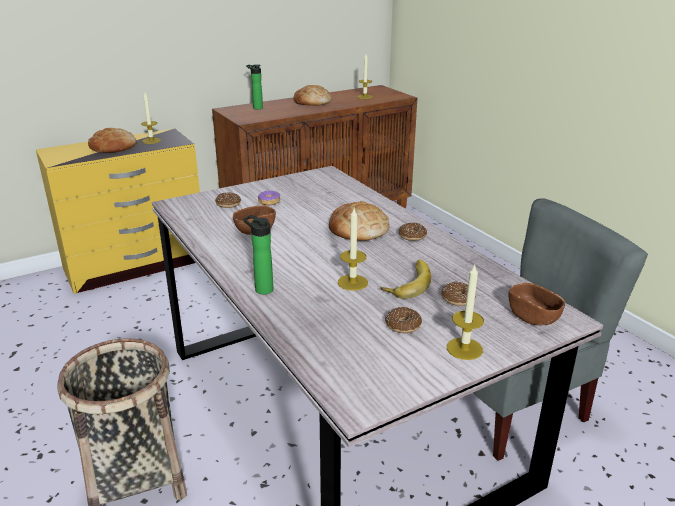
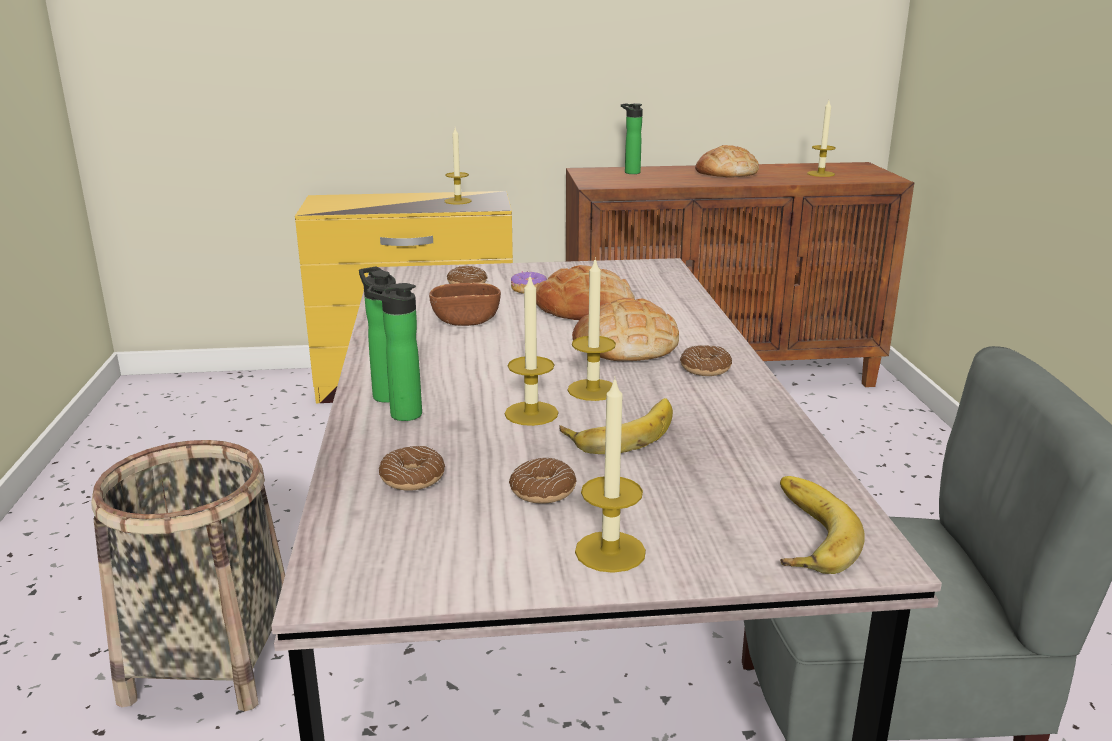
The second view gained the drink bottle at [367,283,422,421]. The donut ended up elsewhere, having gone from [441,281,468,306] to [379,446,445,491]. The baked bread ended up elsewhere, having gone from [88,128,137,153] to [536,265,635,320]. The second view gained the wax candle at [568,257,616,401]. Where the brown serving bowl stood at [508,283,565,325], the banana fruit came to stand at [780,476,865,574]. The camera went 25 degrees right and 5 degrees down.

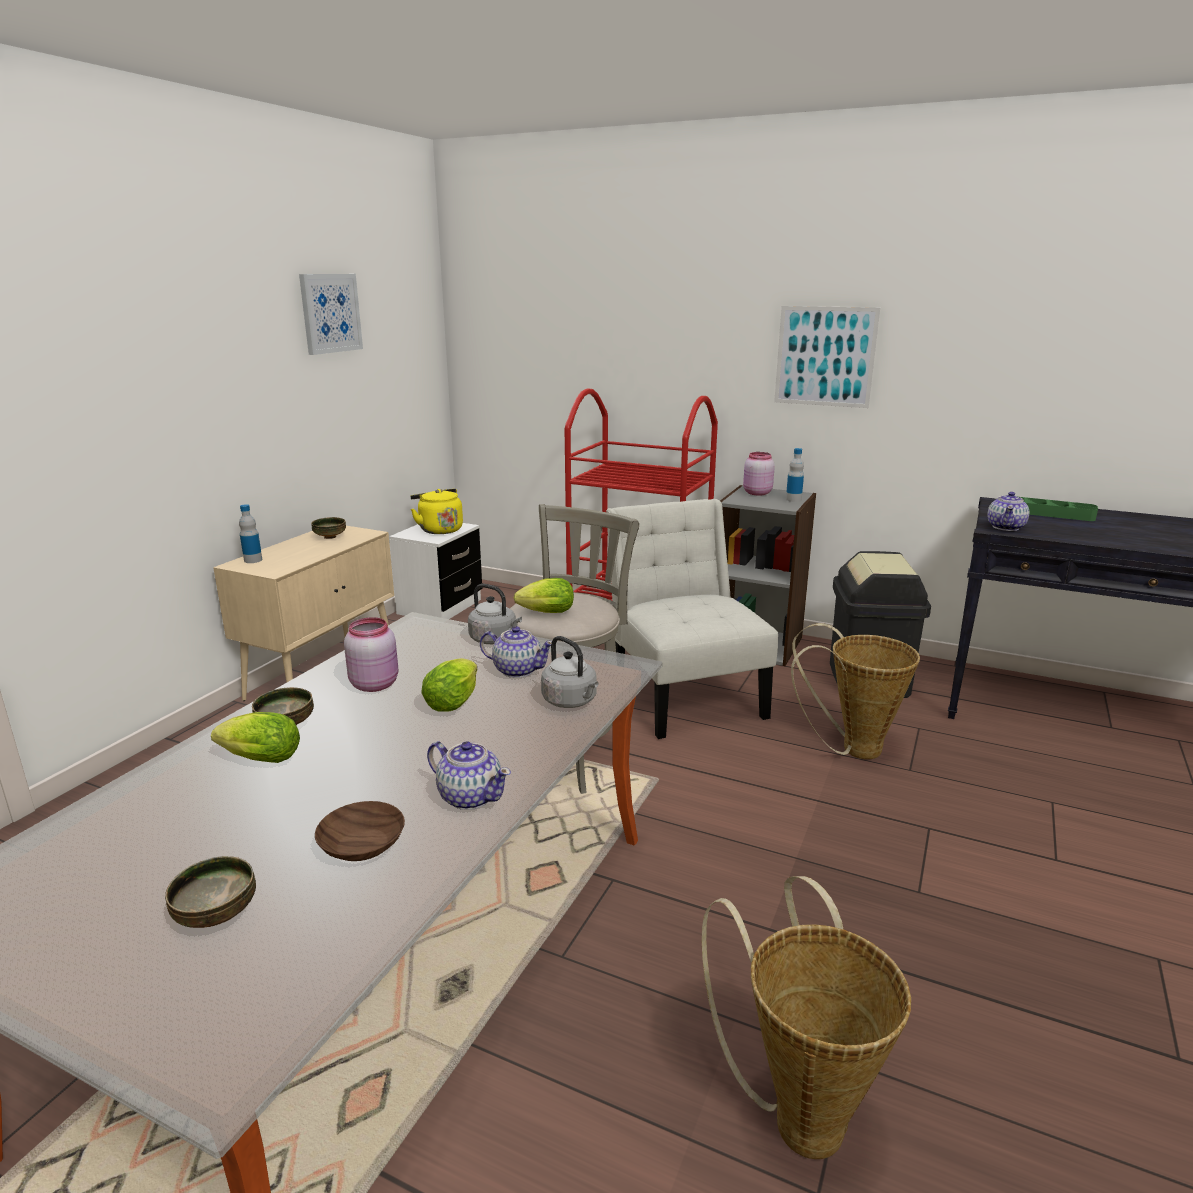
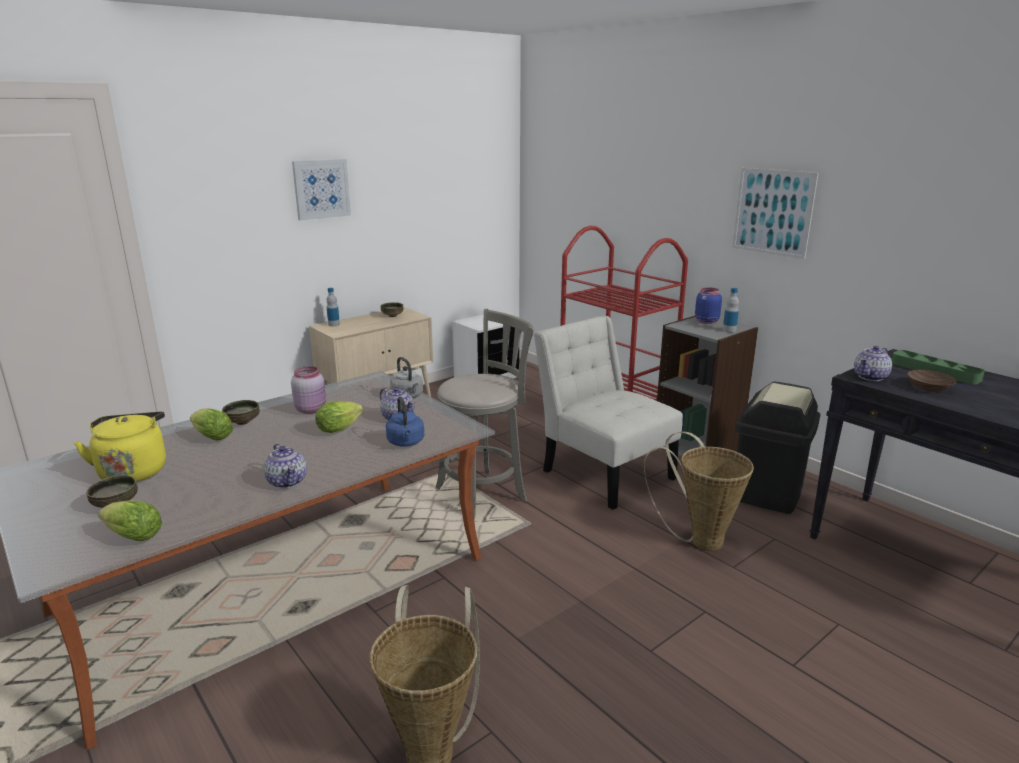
The yellow water kettle ended up elsewhere, having gone from [411,489,463,534] to [74,411,166,482]. The lettuce head ended up elsewhere, having gone from [514,578,574,613] to [98,500,162,541]. The picture ended up elsewhere, having gone from [299,274,363,355] to [292,159,351,220]. What was the gray water kettle at [541,636,599,708] turned into the bluish water kettle at [386,397,424,447]. The whitish chair at [606,499,778,739] ended up facing another way, 45 degrees counterclockwise from before. What was the pink-coloured jar at [743,452,775,496] turned into the bluish jar at [695,287,722,324]. The brown serving bowl ended up elsewhere, having gone from [315,801,405,861] to [907,370,956,392]. The camera went 25 degrees right and 0 degrees up.

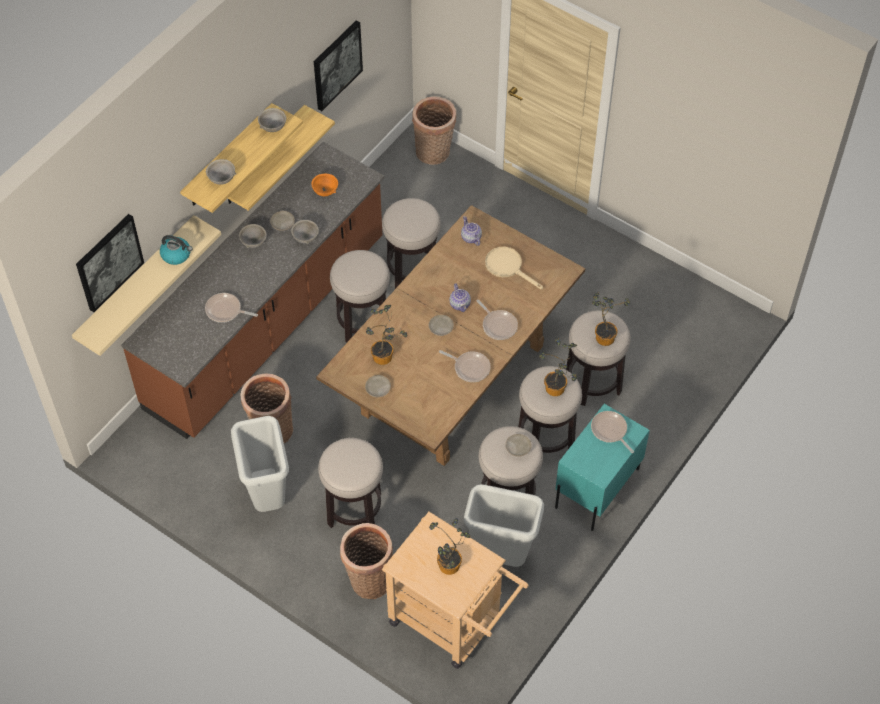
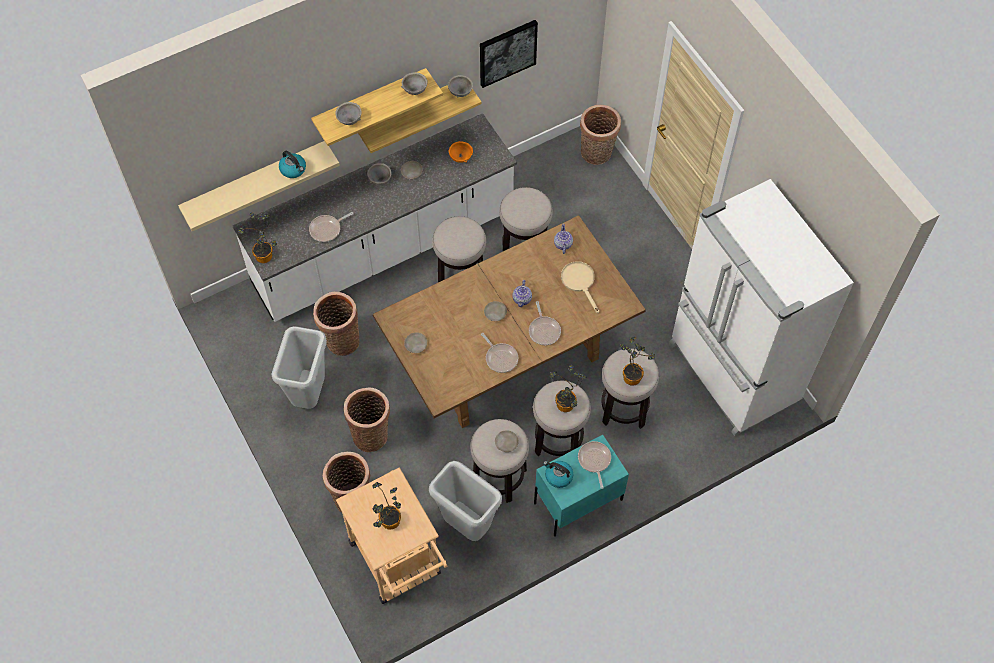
What was the brown kitchen base unit at [121,142,384,439] turned into the whitish kitchen base unit at [232,113,517,322]. The plant in a pot ended up elsewhere, having gone from [366,305,407,365] to [238,212,277,263]. The skillet at [205,293,258,323] ended up facing another way, 75 degrees counterclockwise from before. Where the stool seat stood at [318,438,383,528], the storage basket came to stand at [344,387,390,452]. The gray serving bowl ended up elsewhere, having gone from [291,220,319,244] to [448,75,473,97]. The second view gained the water kettle at [543,461,573,488]. The second view gained the whitish fridge at [669,179,854,436]. The second view lost the picture at [76,214,144,312]. The camera went 25 degrees right and 5 degrees up.

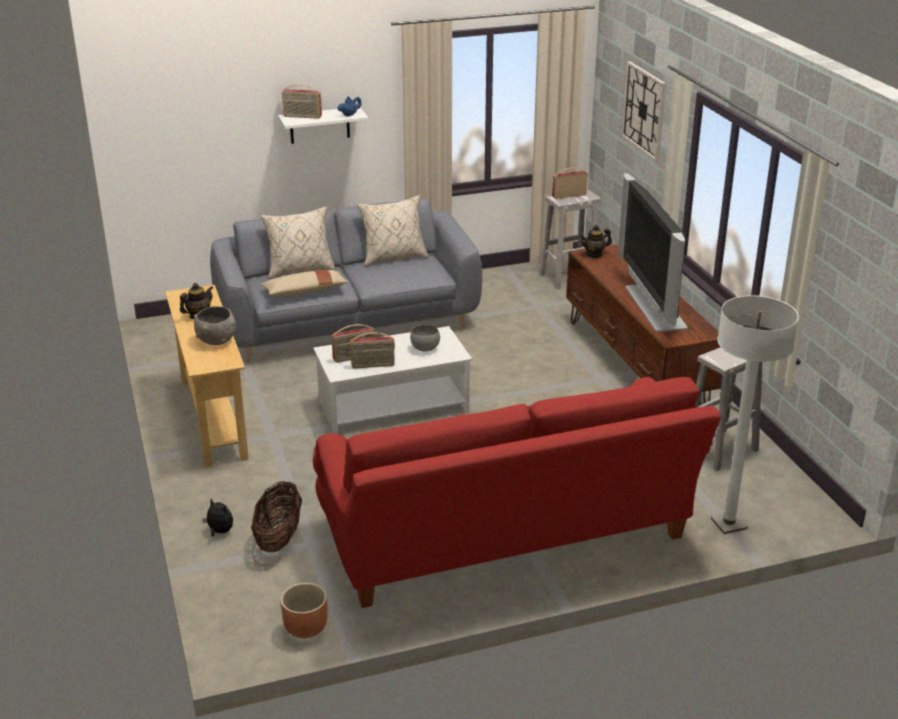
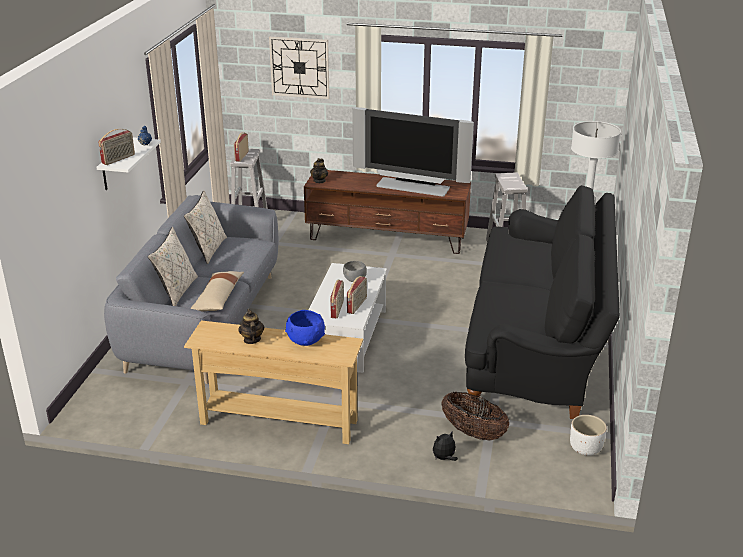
What was the gray serving bowl at [194,306,236,345] turned into the bluish serving bowl at [285,310,325,346]. What was the red-coloured settee at [313,377,721,608] turned into the black-coloured settee at [465,185,620,419]. What was the brown planter at [280,583,328,638] turned into the whitish planter at [570,415,607,456]. The camera went 60 degrees left and 0 degrees up.

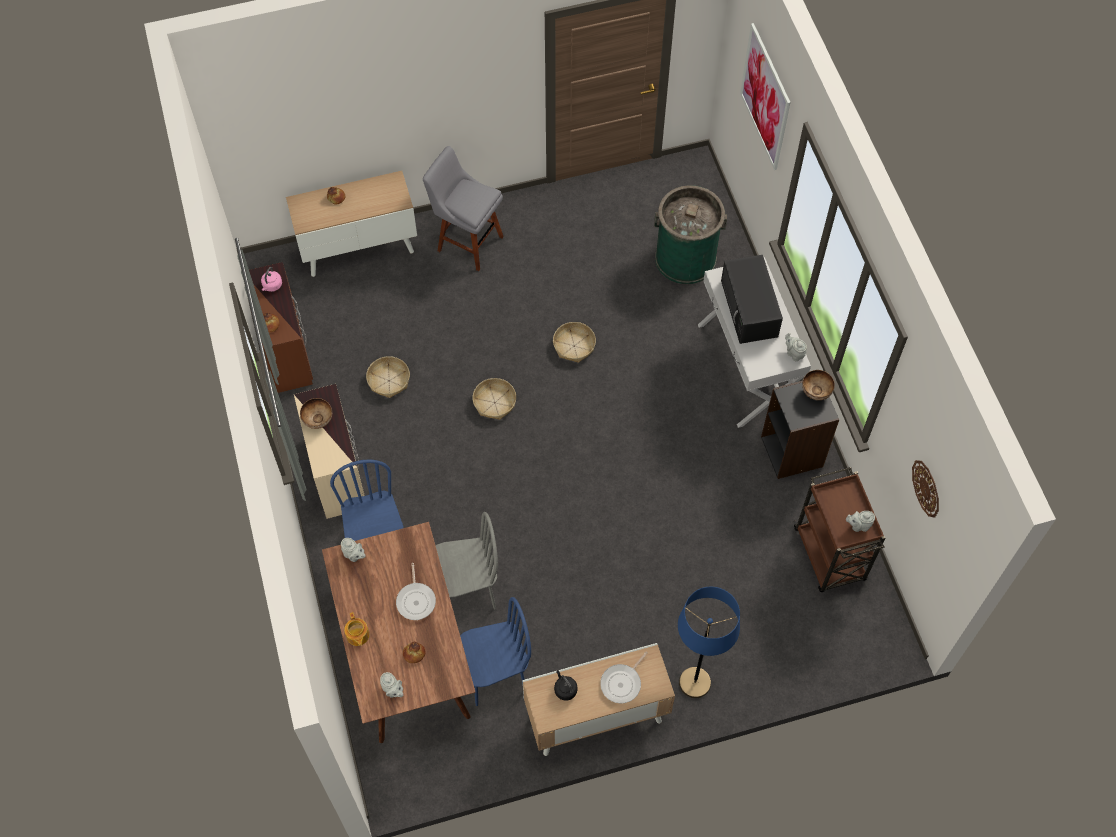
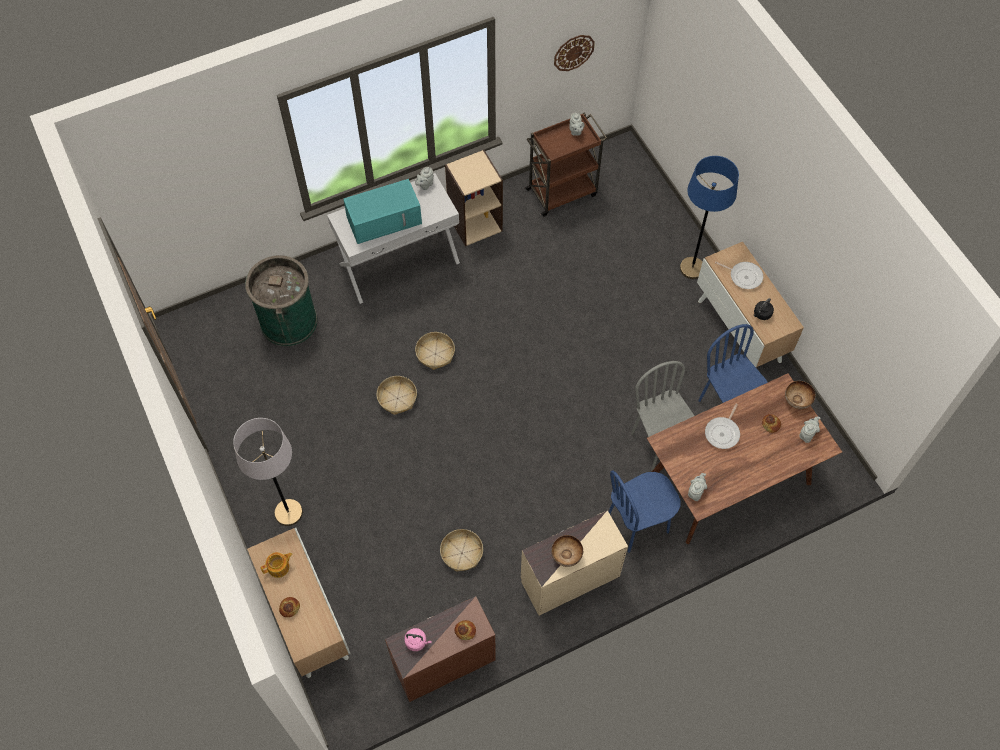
Where the gray stool seat stood at [423,146,504,271], the gray floor lamp came to stand at [233,418,303,526]. The tea pot ended up elsewhere, having gone from [344,612,370,646] to [260,552,293,578]. What was the black-coloured microwave at [721,255,783,344] turned into the turquoise-coloured microwave at [343,179,422,244]. The storage basket ended up elsewhere, having gone from [473,378,516,420] to [415,332,455,370]. What was the black-coloured bookcase at [761,381,839,479] turned into the beige-coloured bookcase at [445,150,503,246]. The skillet at [396,563,436,620] ended up facing another way, 135 degrees clockwise from before. The serving bowl ended up elsewhere, having gone from [802,370,835,400] to [785,381,815,409]. The second view lost the picture at [740,23,790,170]. The camera went 100 degrees left and 0 degrees up.

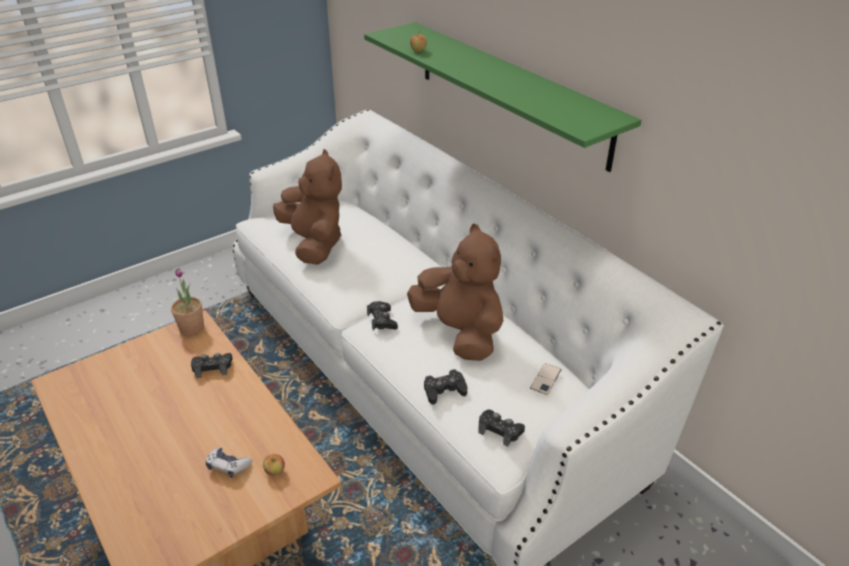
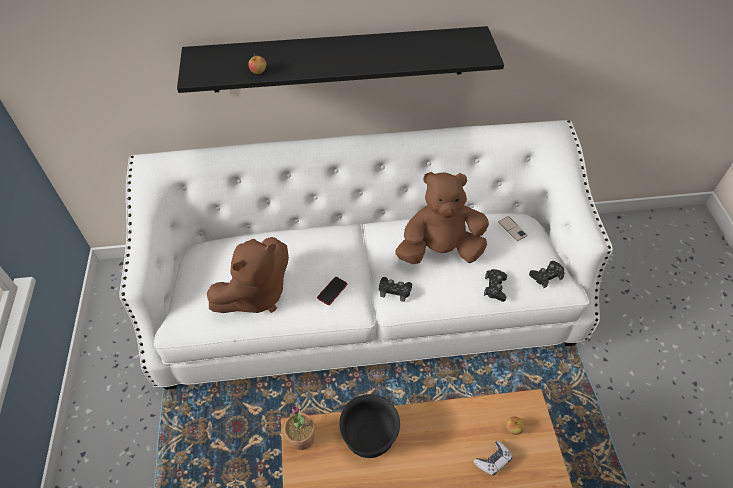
What was the green wall shelf at [364,22,642,172] turned into the black-coloured wall shelf at [177,26,504,93]. The brown cuddly toy at [273,149,342,265] ended up facing another way, 135 degrees clockwise from before. The second view gained the telephone at [317,277,347,305]. Where the black-coloured gamepad stood at [191,353,233,378], the black-coloured serving bowl came to stand at [339,394,400,458]. The camera went 60 degrees left and 15 degrees up.

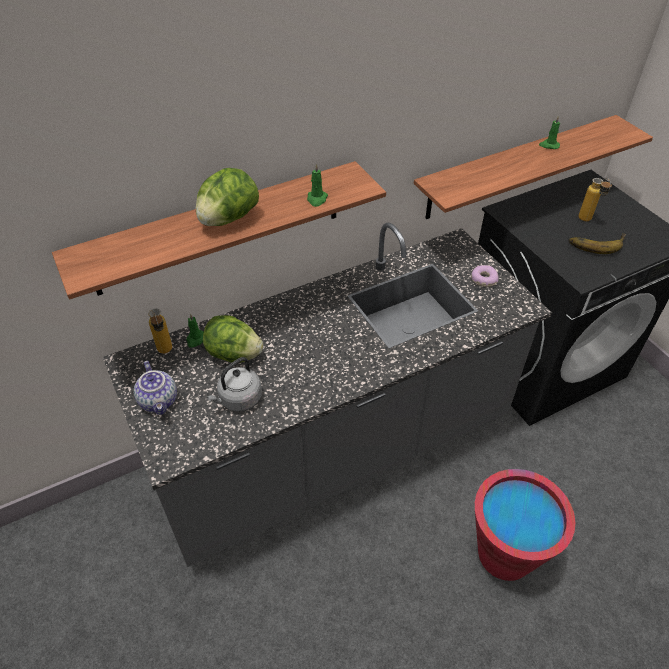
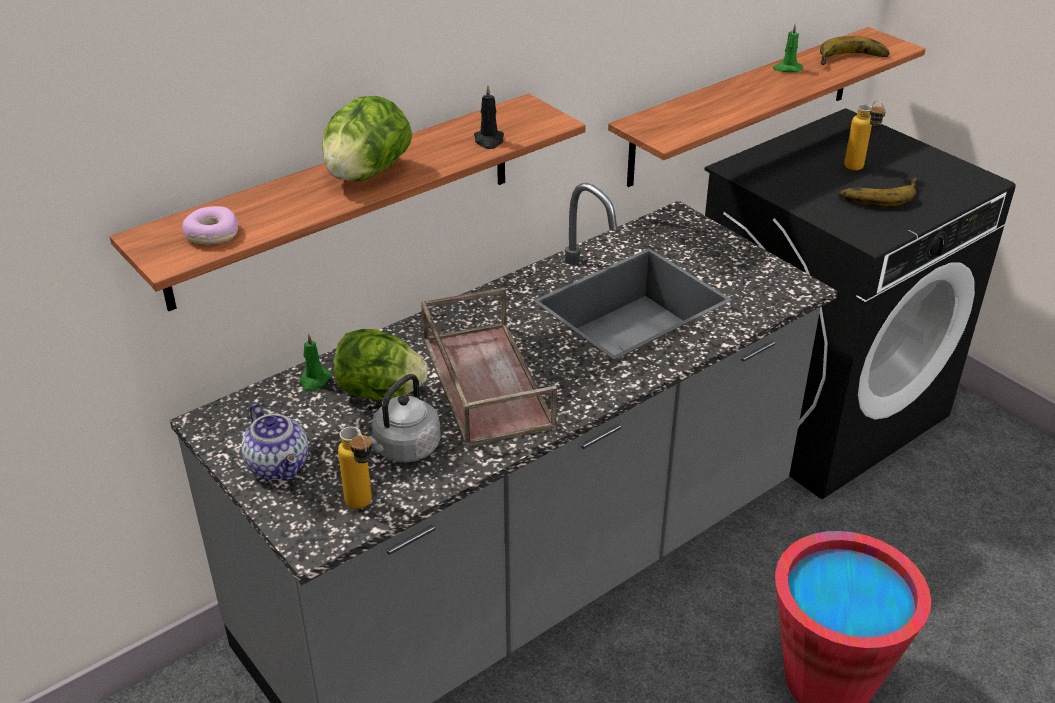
The donut ended up elsewhere, having gone from [471,265,499,287] to [182,206,239,245]. The drink bottle ended up elsewhere, having gone from [148,308,172,353] to [338,426,372,509]. The second view gained the brown serving tray at [421,287,557,447]. What was the green wax candle at [307,164,328,207] turned into the black-coloured wax candle at [474,85,504,149]. The second view gained the banana fruit at [820,36,890,65]. The camera went 10 degrees left and 10 degrees down.

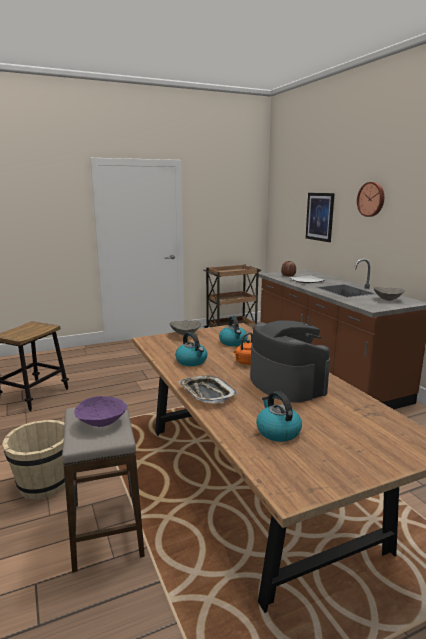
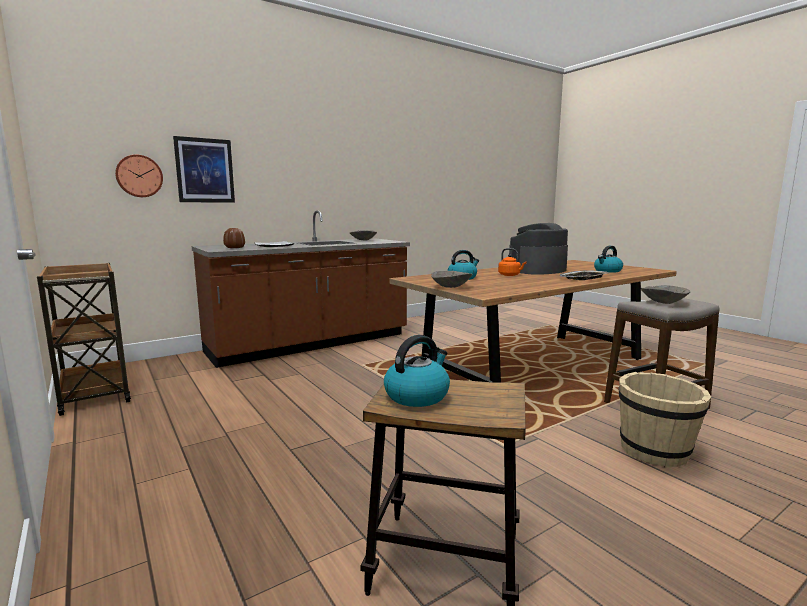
The wall clock ended up elsewhere, having gone from [357,182,384,217] to [115,154,163,197]. The water kettle ended up elsewhere, having gone from [175,332,207,366] to [384,335,450,407]. What was the purplish serving bowl at [74,396,127,427] turned into the gray serving bowl at [641,285,691,304]. The camera went 100 degrees left and 5 degrees down.

